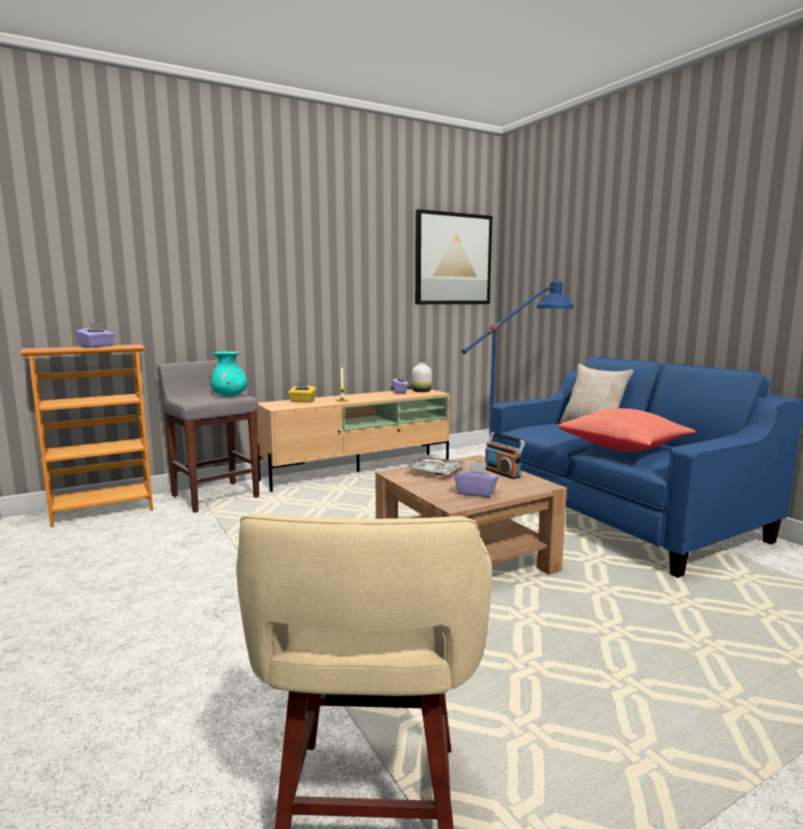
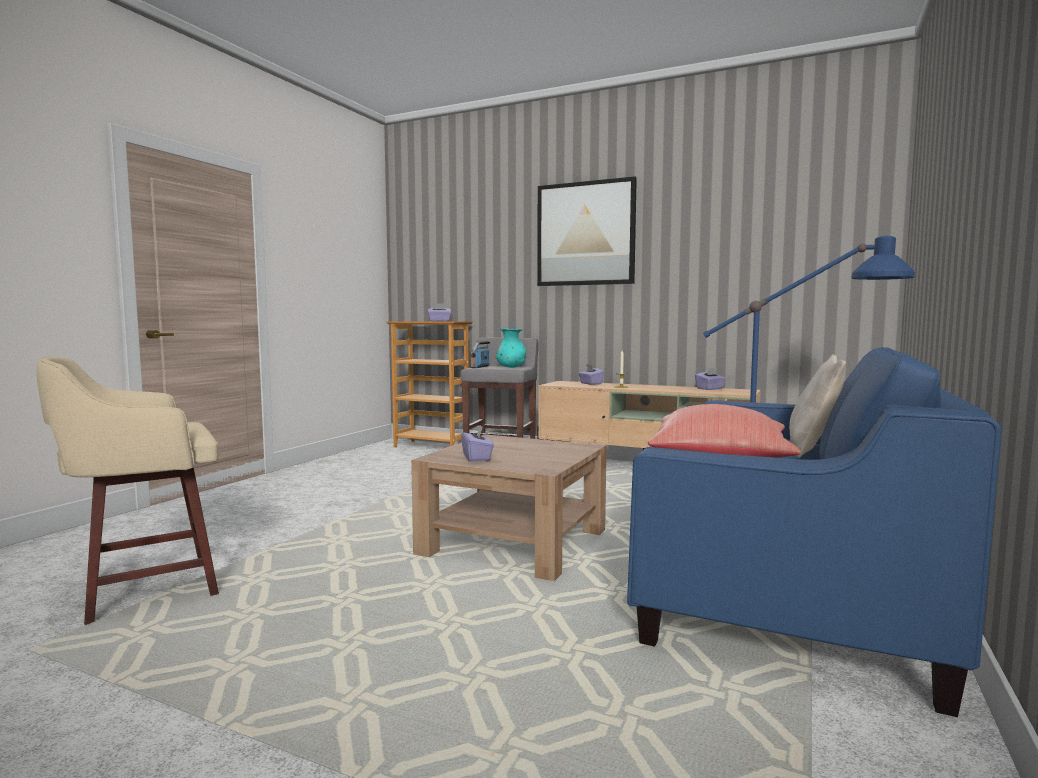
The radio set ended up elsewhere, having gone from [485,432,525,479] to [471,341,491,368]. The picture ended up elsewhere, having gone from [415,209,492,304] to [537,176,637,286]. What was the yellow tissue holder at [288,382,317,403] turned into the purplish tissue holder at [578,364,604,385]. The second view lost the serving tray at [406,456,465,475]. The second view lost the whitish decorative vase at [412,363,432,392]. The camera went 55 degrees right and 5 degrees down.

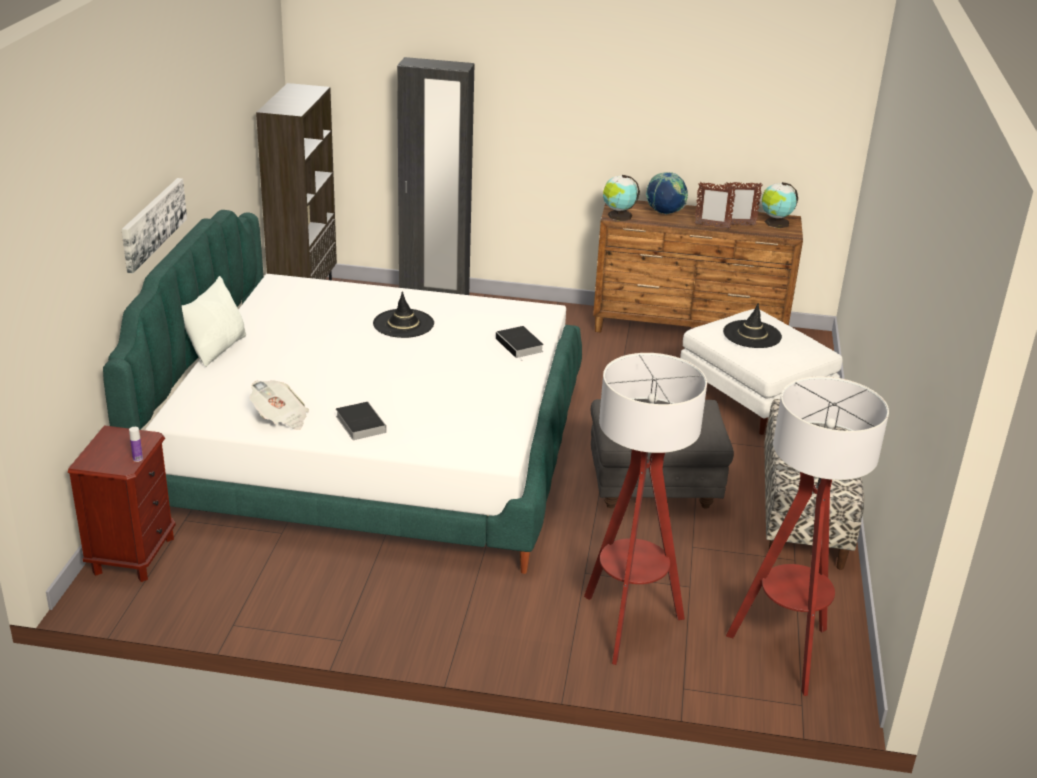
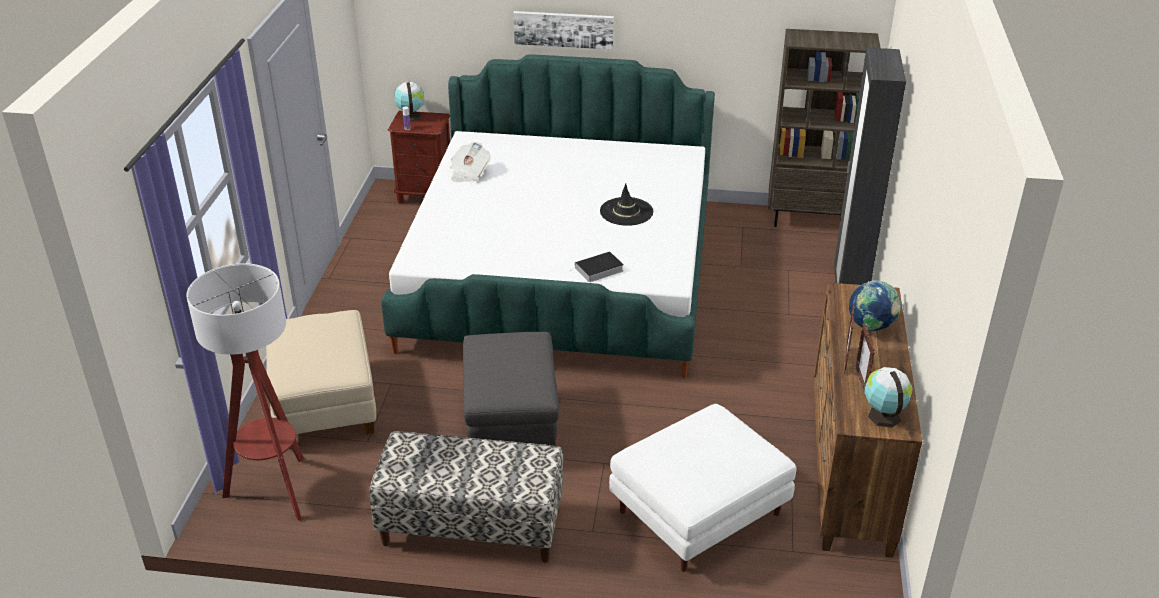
Where the floor lamp stood at [584,353,707,665], the beige-coloured pouffe came to stand at [266,310,376,435]. The globe ended up elsewhere, having gone from [603,175,640,221] to [394,82,424,122]. The second view lost the whitish cushion at [181,276,246,367]. The second view lost the book at [336,402,386,440]. The second view lost the black-coloured wearable hat at [723,303,782,348]. The camera went 90 degrees right and 5 degrees up.

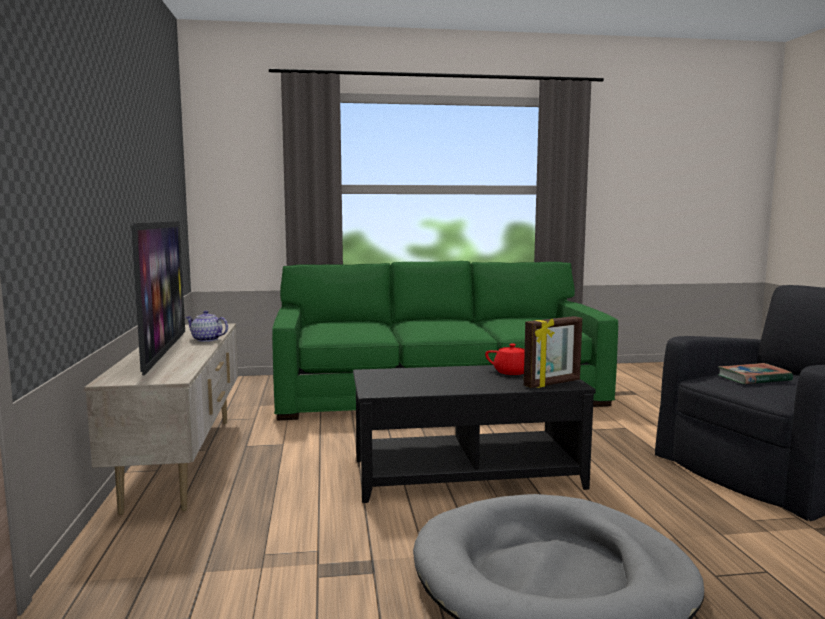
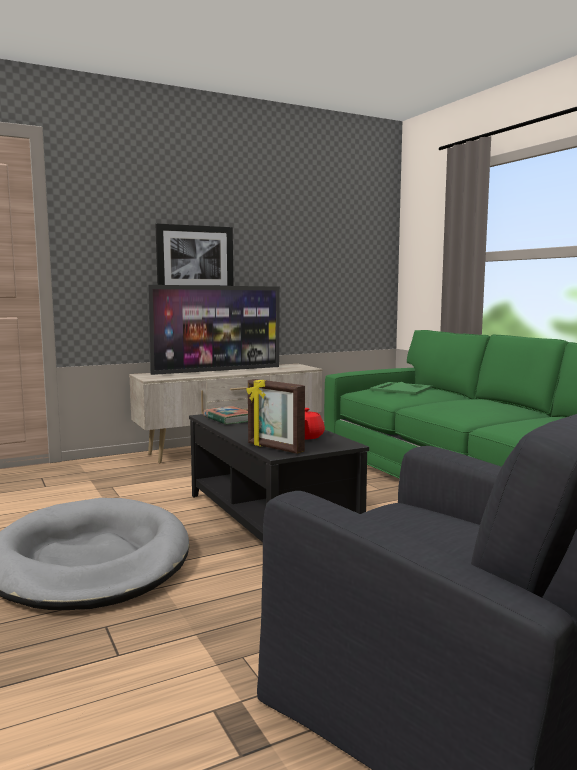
The second view gained the picture at [156,223,233,286]. The book ended up elsewhere, having gone from [718,363,793,384] to [203,406,248,425]. The second view gained the green serving tray at [370,382,432,395]. The second view lost the tea pot at [185,310,228,342]. The camera went 70 degrees right and 0 degrees up.

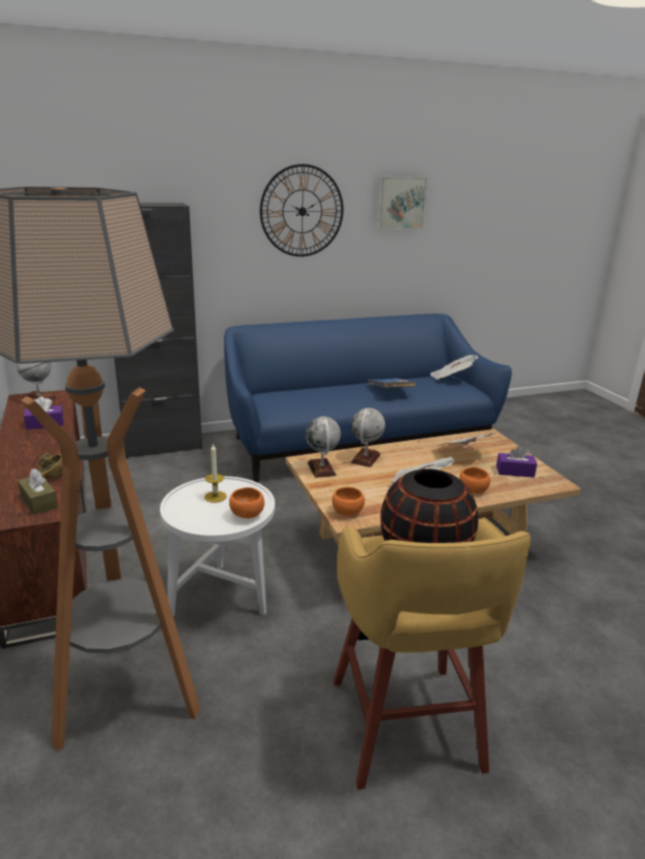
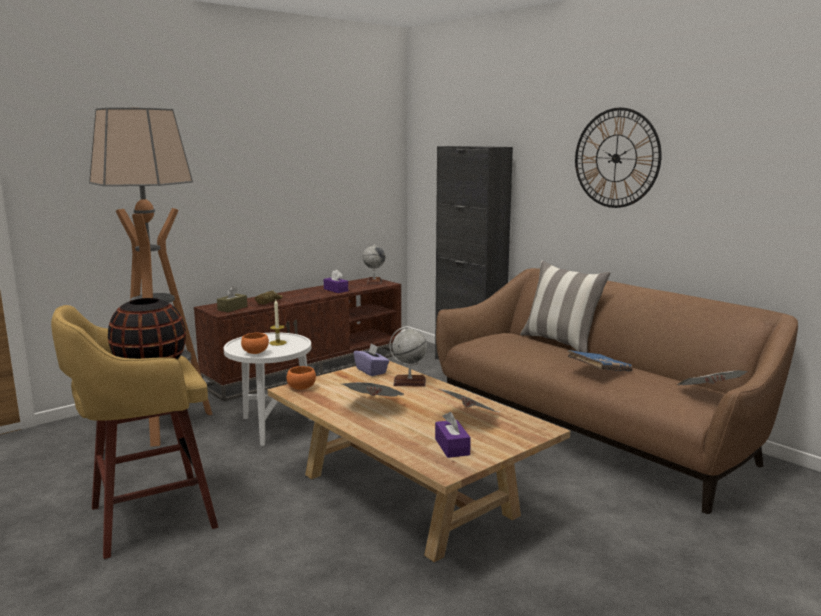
Where the globe stood at [305,417,341,478], the purplish tissue holder came to stand at [354,343,389,376]. What was the bluish settee at [224,314,512,482] turned into the brown settee at [436,268,798,514]. The second view gained the cushion at [520,261,610,353]. The second view lost the picture at [377,177,427,229]. The second view lost the orange serving bowl at [459,467,491,494]. The camera went 70 degrees right and 10 degrees down.

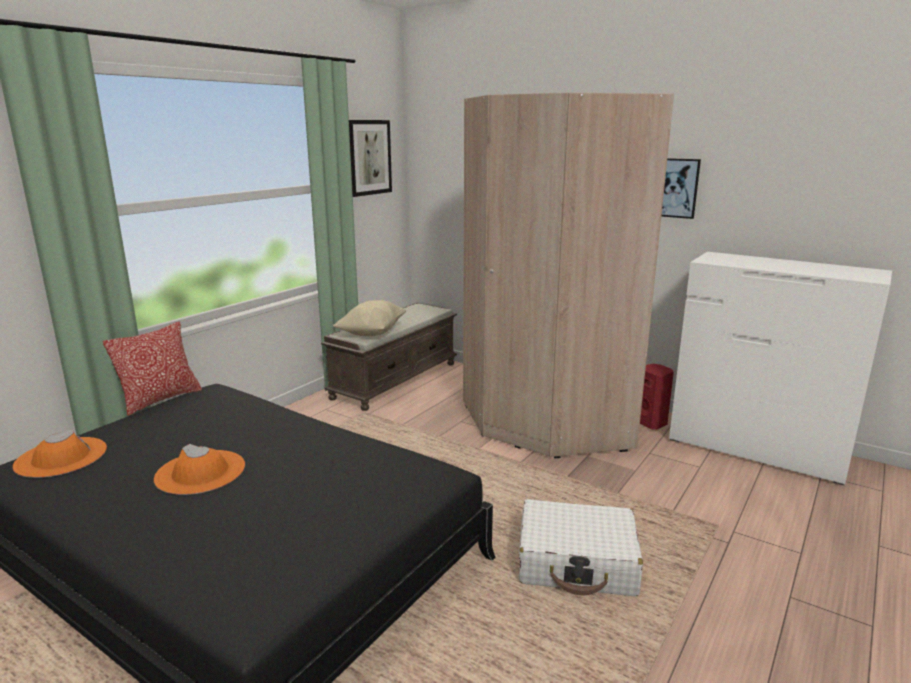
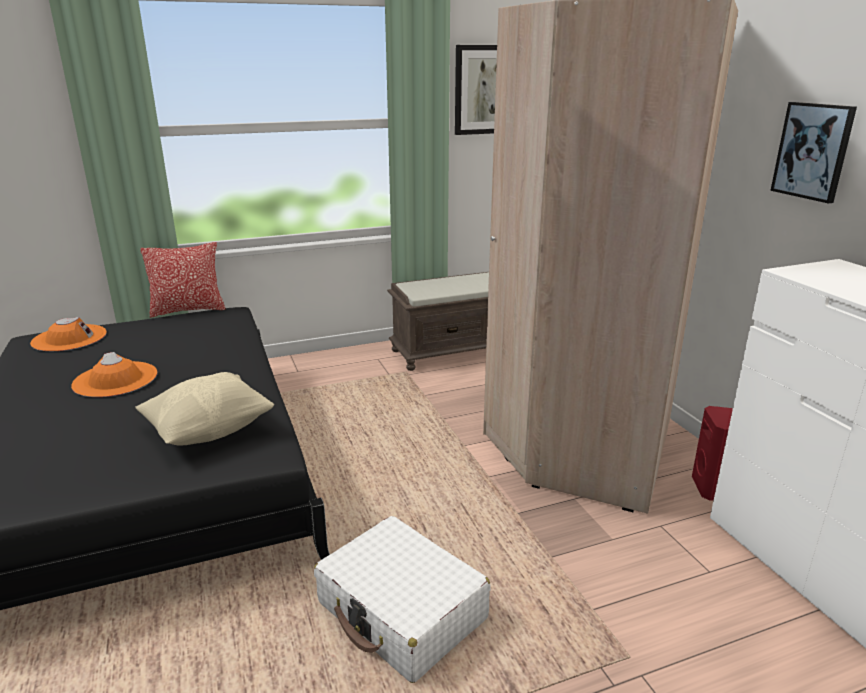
The beige-coloured cushion ended up elsewhere, having gone from [333,300,406,336] to [135,372,274,446]. The camera went 35 degrees right and 5 degrees up.

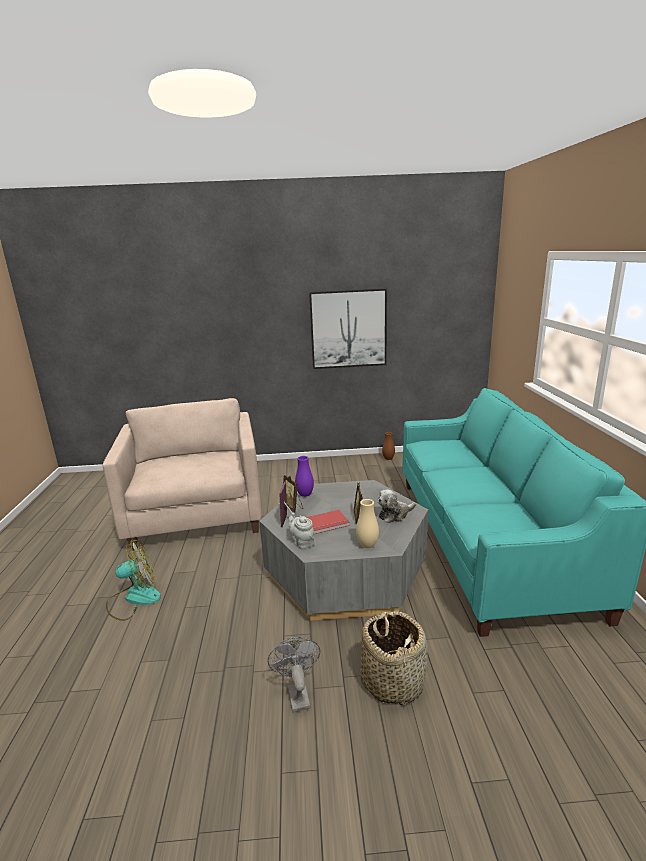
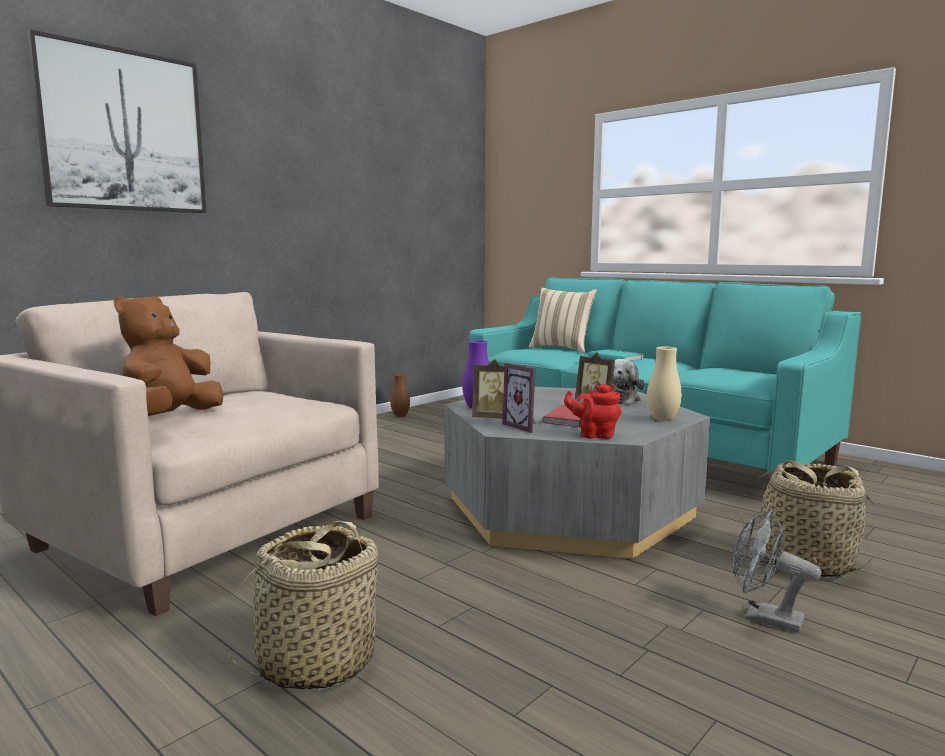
The picture ended up elsewhere, having gone from [309,288,387,369] to [27,29,206,213]. The second view gained the brown cuddly toy at [114,296,223,416]. Where the electric fan stood at [106,540,161,621], the storage basket came to stand at [223,521,383,689]. The second view gained the beige-coloured cushion at [529,288,597,353]. What was the gray tea pot at [289,513,314,549] turned into the red-coloured tea pot at [564,384,621,439]. The second view gained the turquoise-coloured book at [588,349,644,361]. The camera went 45 degrees left and 10 degrees down.

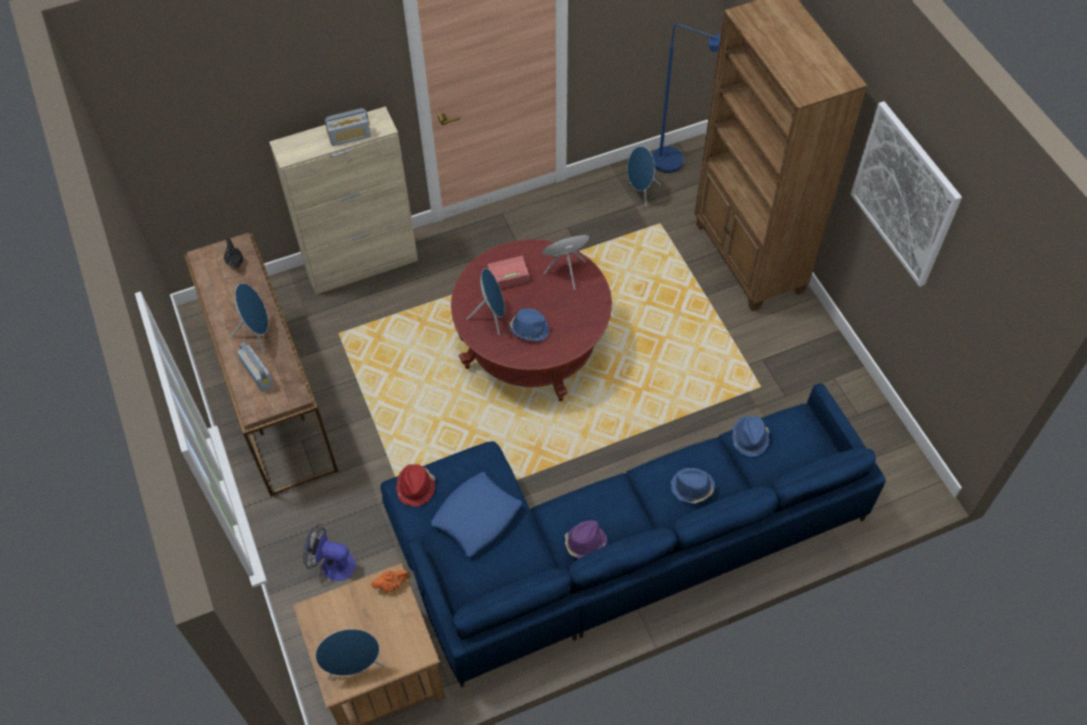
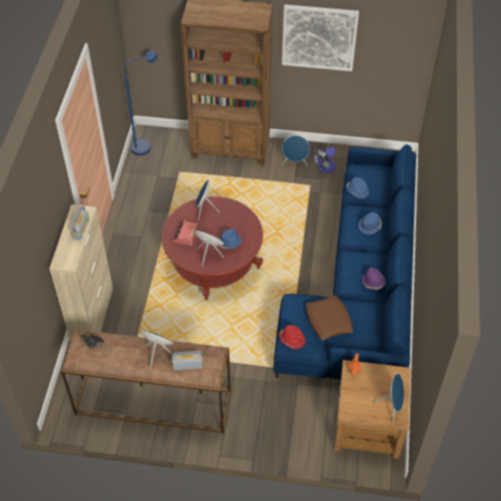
The bluish speaker ended up elsewhere, having gone from [627,146,661,207] to [282,135,310,166]. What was the bluish cushion at [431,472,522,556] turned into the brown cushion at [306,295,353,340]. The electric fan ended up elsewhere, having gone from [303,524,356,581] to [313,147,336,173]. The camera went 60 degrees left and 5 degrees down.

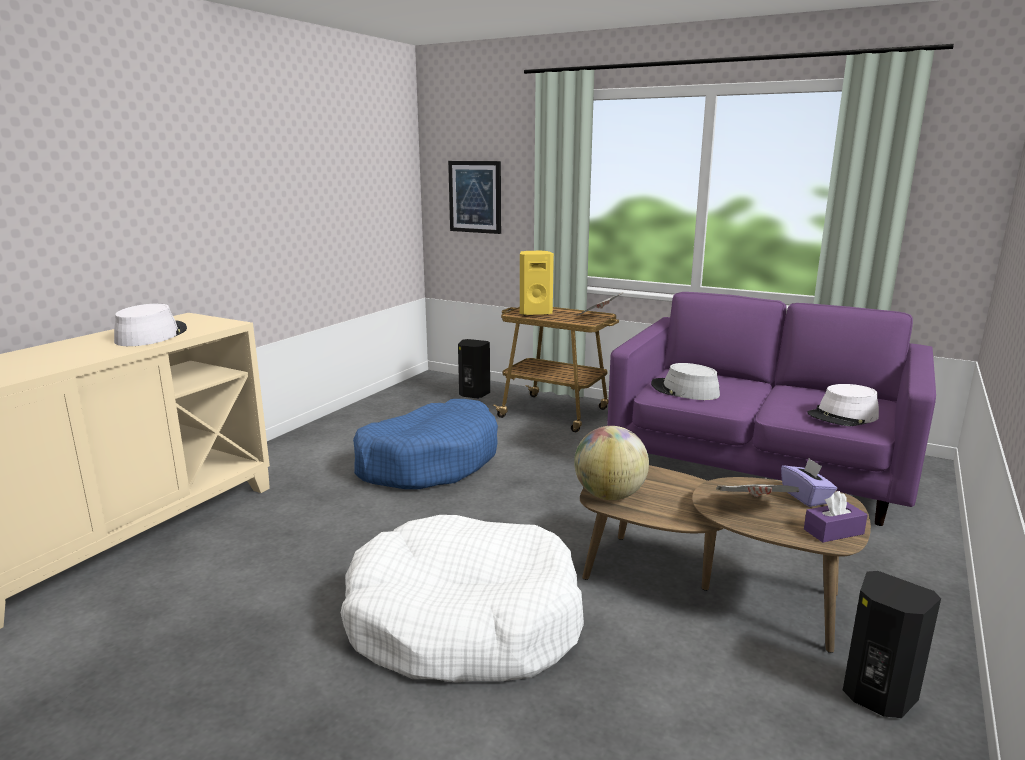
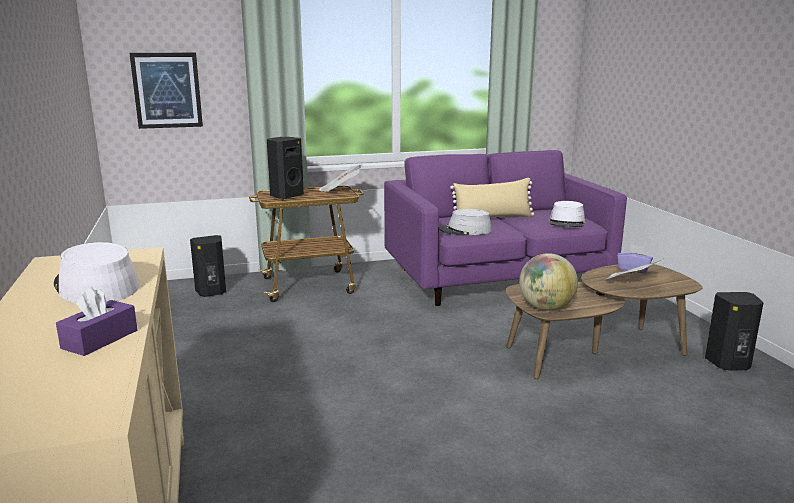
The purplish tissue holder ended up elsewhere, having gone from [804,491,868,543] to [56,287,137,356]. What was the yellow speaker at [520,251,554,315] turned into the black-coloured speaker at [267,137,304,200]. The second view gained the beige-coloured cushion at [450,178,534,217]. The second view lost the whitish pet bed at [341,515,584,683]. The second view lost the bluish pet bed at [353,399,498,489]. The camera went 45 degrees left and 0 degrees up.

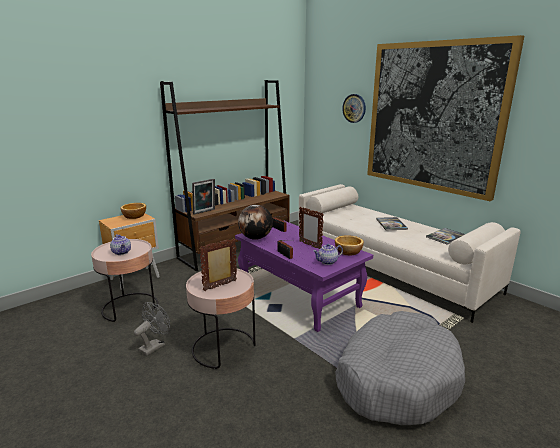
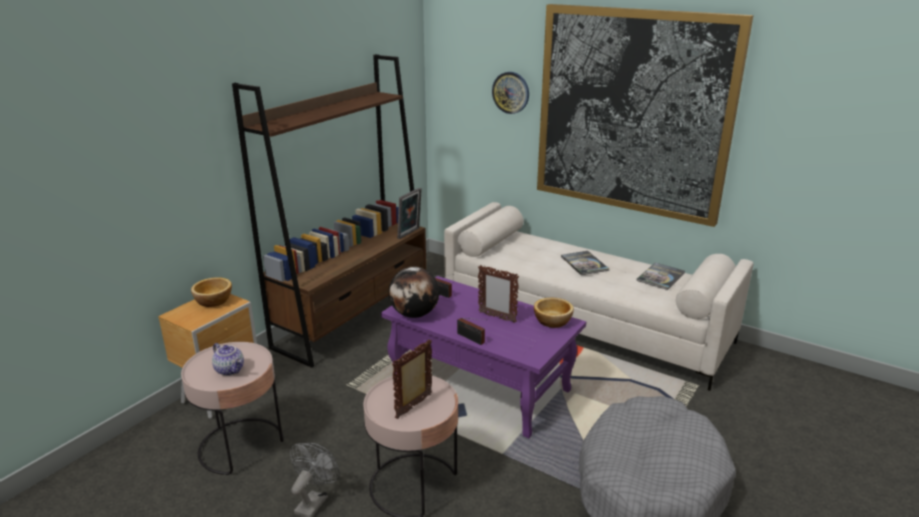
The picture frame ended up elsewhere, having gone from [192,179,215,215] to [397,188,422,239]. The second view lost the tea pot at [313,244,343,265]. The camera went 15 degrees left and 5 degrees up.

